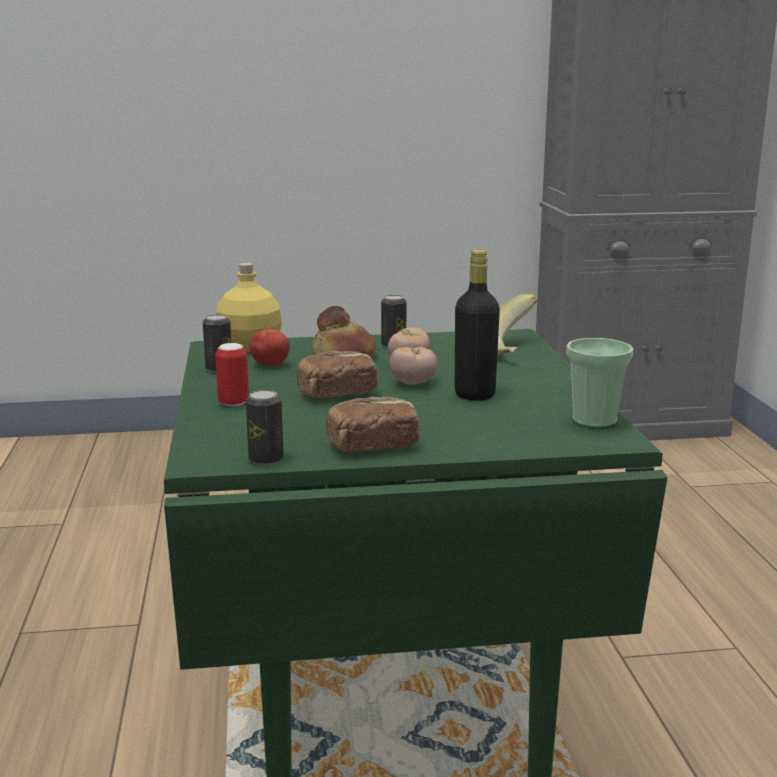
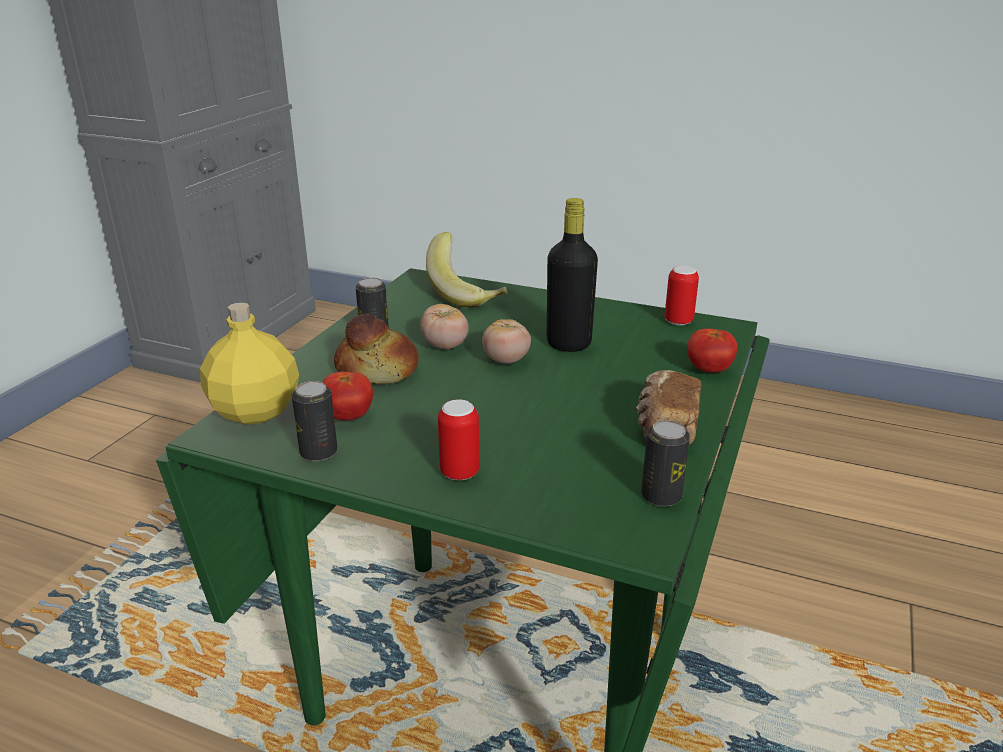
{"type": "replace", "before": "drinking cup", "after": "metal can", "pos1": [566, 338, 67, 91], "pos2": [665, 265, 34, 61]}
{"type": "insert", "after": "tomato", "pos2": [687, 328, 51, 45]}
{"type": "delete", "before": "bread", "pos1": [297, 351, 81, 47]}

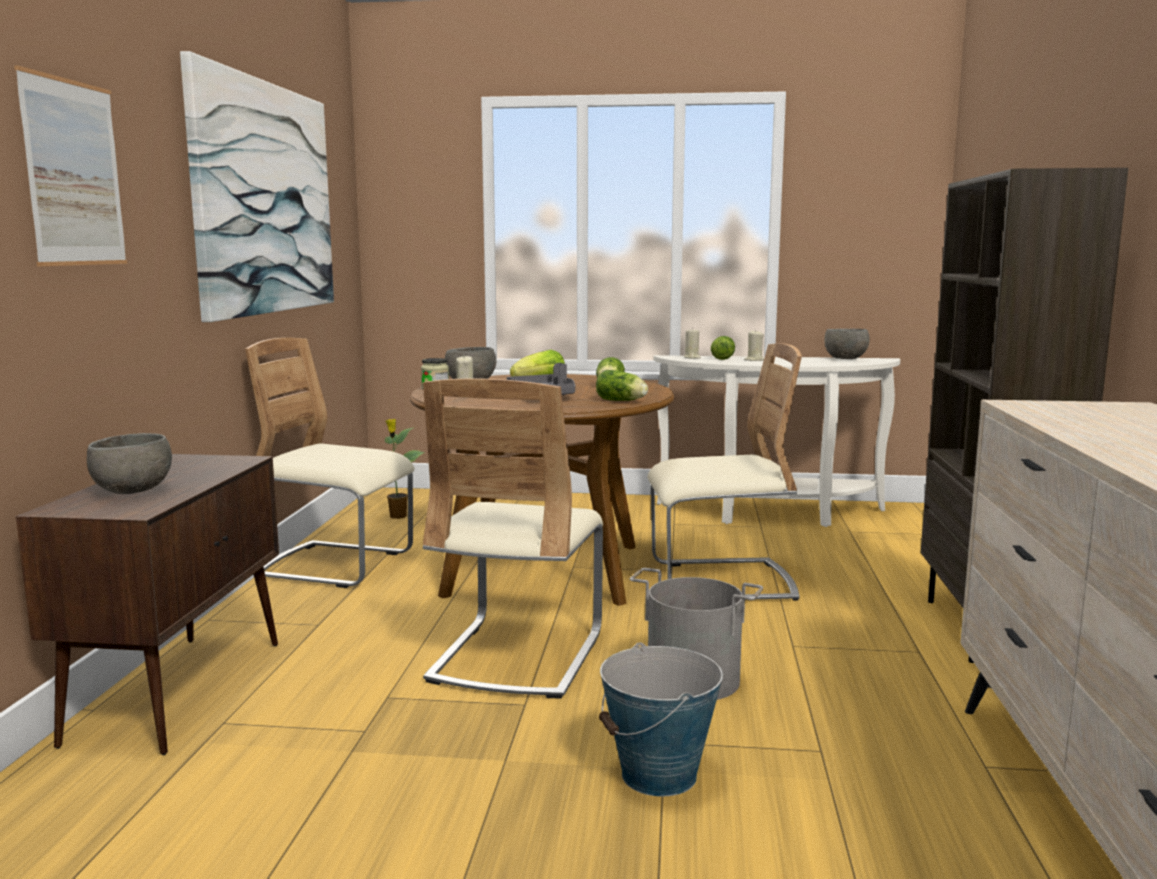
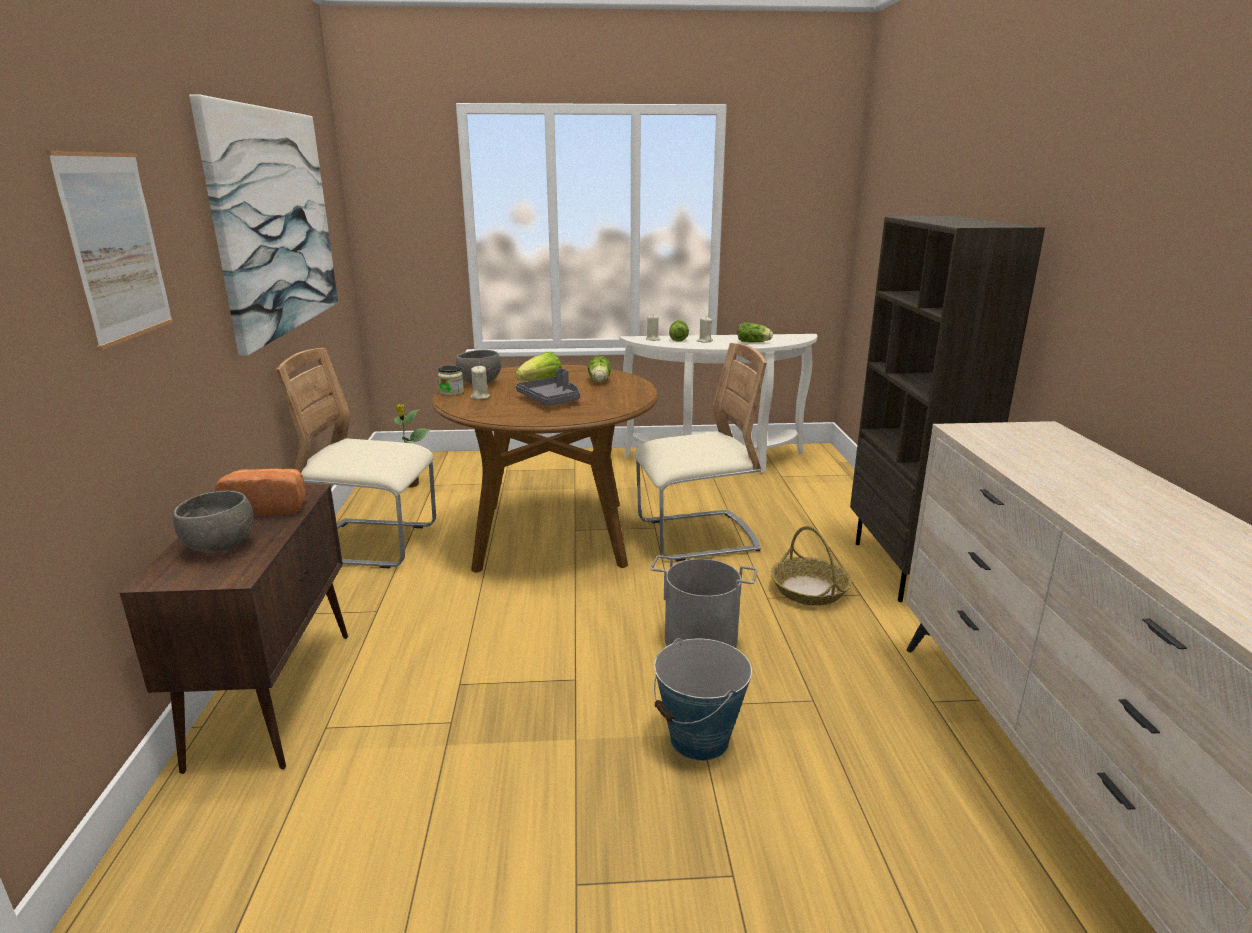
{"type": "insert", "after": "bread", "pos2": [215, 469, 91, 47]}
{"type": "move", "before": "head of lettuce", "pos1": [596, 370, 52, 31], "pos2": [738, 322, 35, 20]}
{"type": "insert", "after": "household basket", "pos2": [771, 526, 81, 80]}
{"type": "delete", "before": "sand-coloured upright chair", "pos1": [423, 378, 180, 321]}
{"type": "delete", "before": "gray bowl", "pos1": [824, 329, 46, 30]}

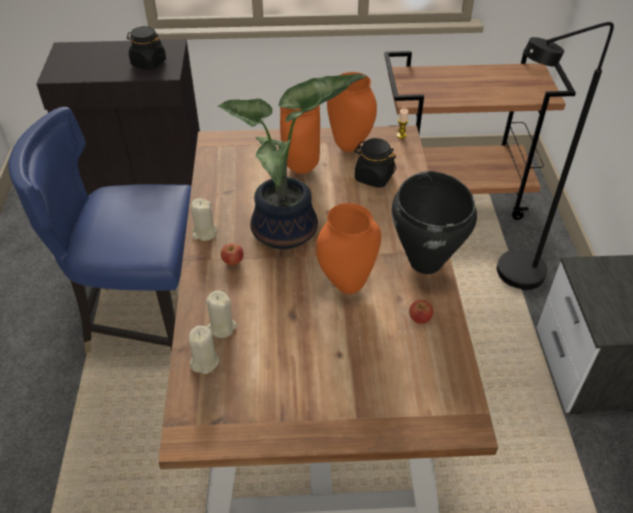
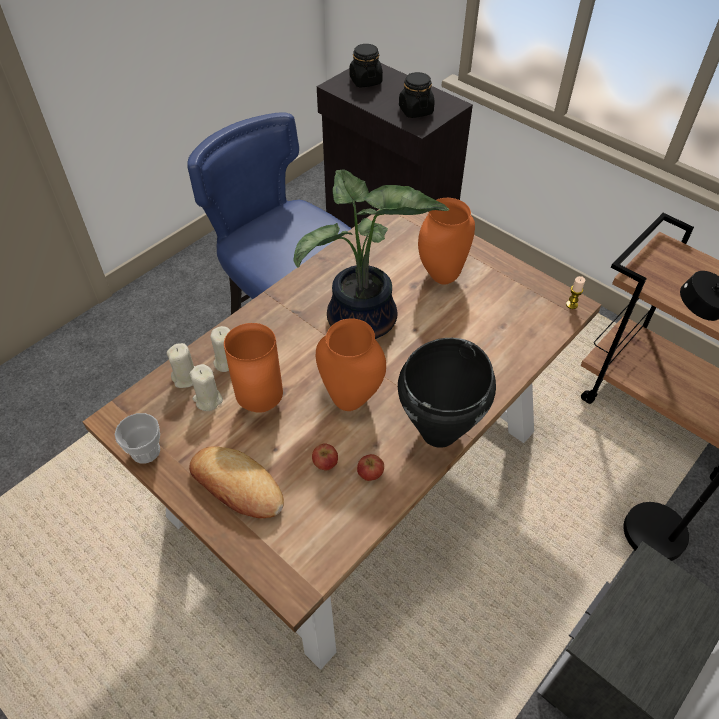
{"type": "insert", "after": "drinking cup", "pos2": [115, 413, 45, 51]}
{"type": "insert", "after": "bread", "pos2": [189, 446, 95, 72]}
{"type": "move", "before": "sand-coloured candle", "pos1": [191, 199, 26, 42], "pos2": [190, 364, 33, 47]}
{"type": "move", "before": "orange flower vase", "pos1": [327, 72, 50, 80], "pos2": [224, 323, 59, 90]}
{"type": "move", "before": "whole apple", "pos1": [221, 243, 22, 23], "pos2": [312, 443, 26, 27]}
{"type": "move", "before": "black jar", "pos1": [354, 138, 42, 50], "pos2": [350, 44, 33, 44]}

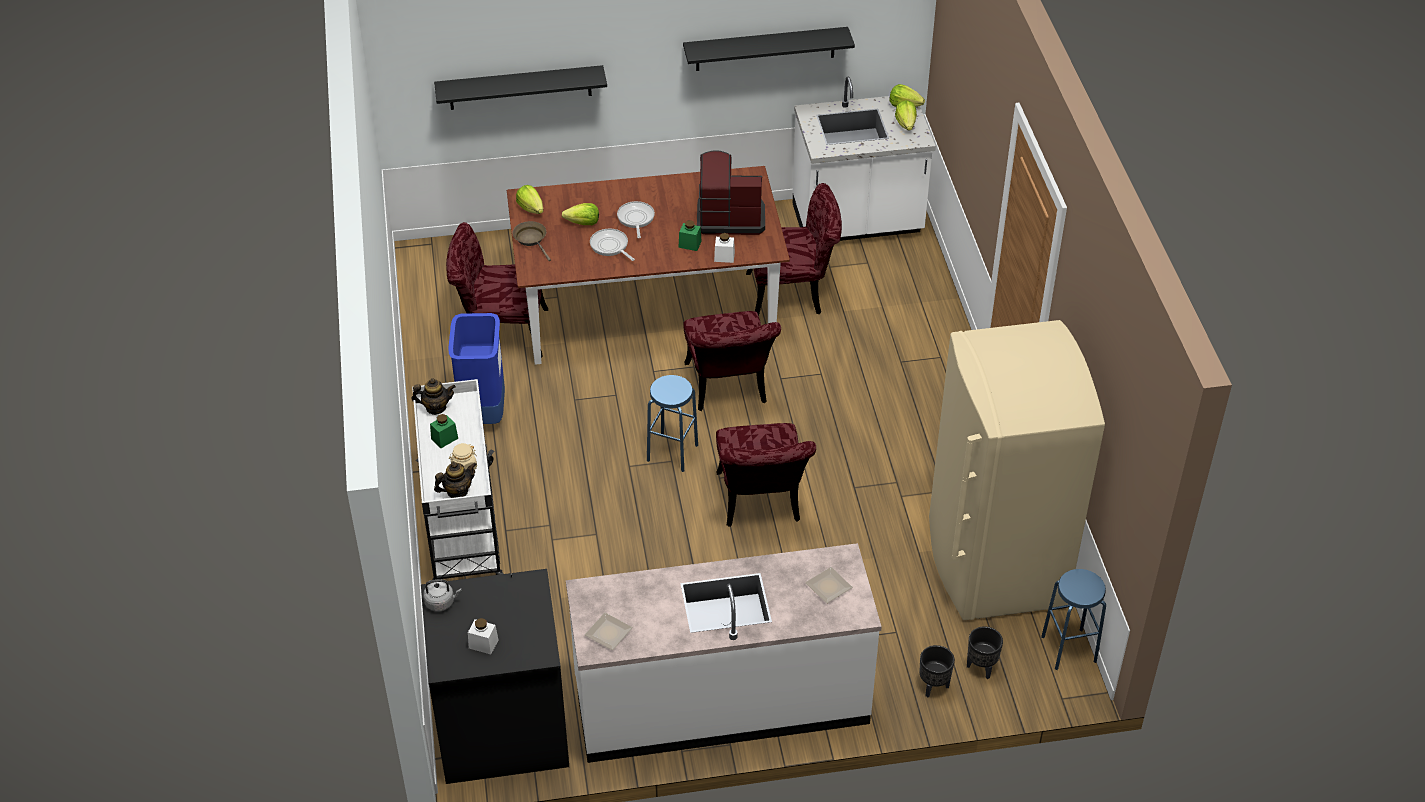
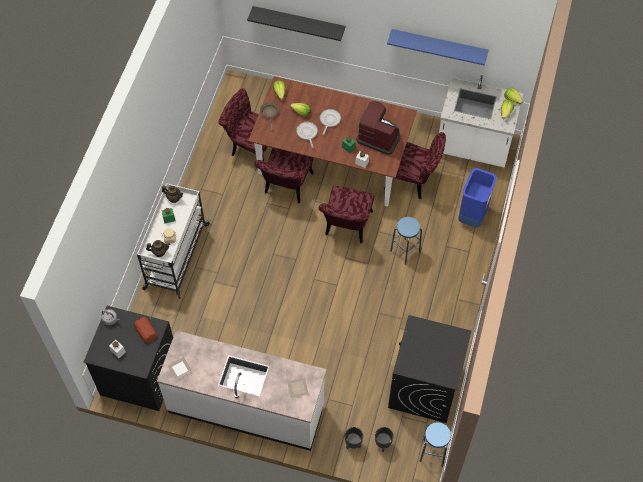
{"type": "insert", "after": "bread", "pos2": [134, 317, 23, 26]}
{"type": "move", "before": "red upright chair", "pos1": [716, 423, 100, 104], "pos2": [255, 148, 59, 55]}
{"type": "recolor", "before": "black wall shelf", "after": "blue wall shelf", "pos1": [683, 27, 172, 44], "pos2": [387, 29, 101, 36]}
{"type": "replace", "before": "sand-coloured refrigerator", "after": "black washing machine", "pos1": [929, 320, 176, 300], "pos2": [388, 315, 84, 108]}
{"type": "move", "before": "blue sitting stool", "pos1": [647, 375, 51, 97], "pos2": [390, 217, 32, 48]}
{"type": "move", "before": "blue rubbish bin", "pos1": [448, 313, 57, 111], "pos2": [458, 168, 39, 60]}

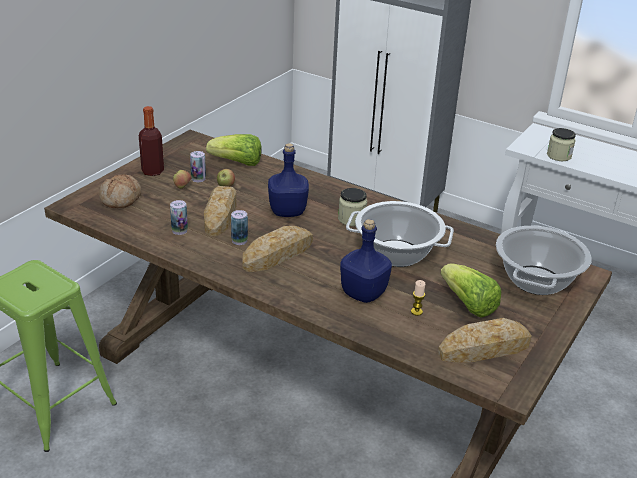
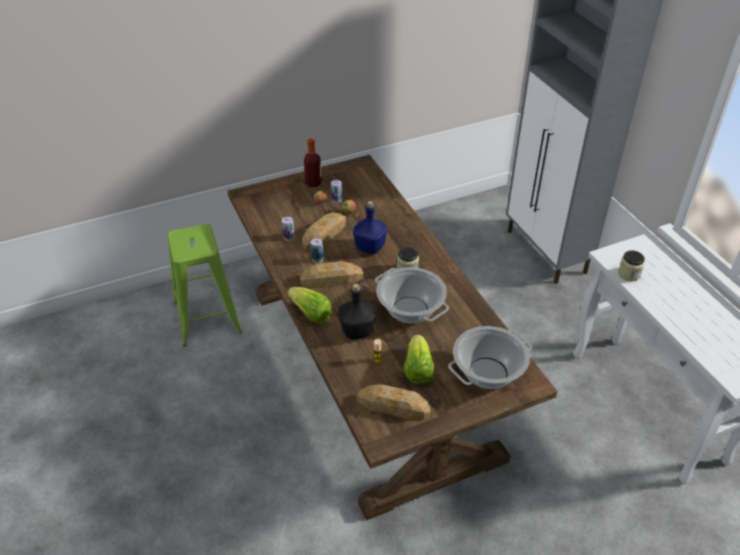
{"type": "move", "before": "head of lettuce", "pos1": [206, 134, 56, 32], "pos2": [287, 287, 45, 36]}
{"type": "recolor", "before": "blue drink bottle", "after": "black drink bottle", "pos1": [340, 219, 52, 84], "pos2": [339, 283, 36, 56]}
{"type": "delete", "before": "bread", "pos1": [99, 174, 43, 34]}

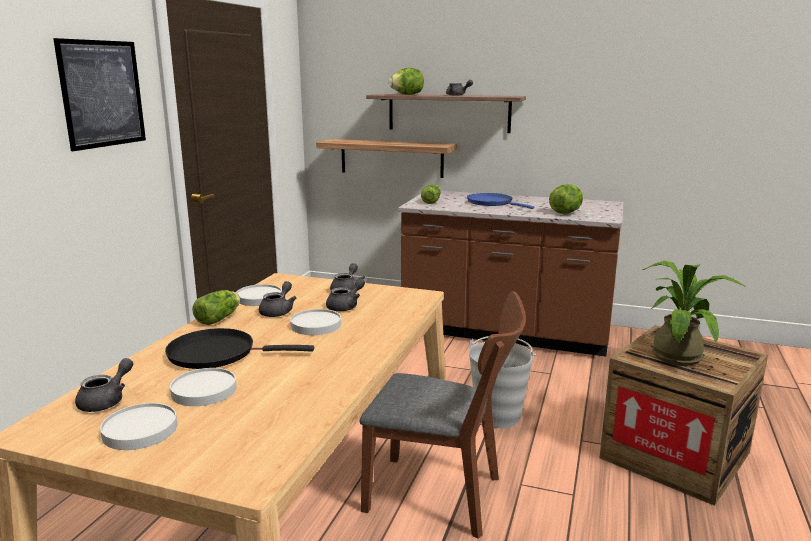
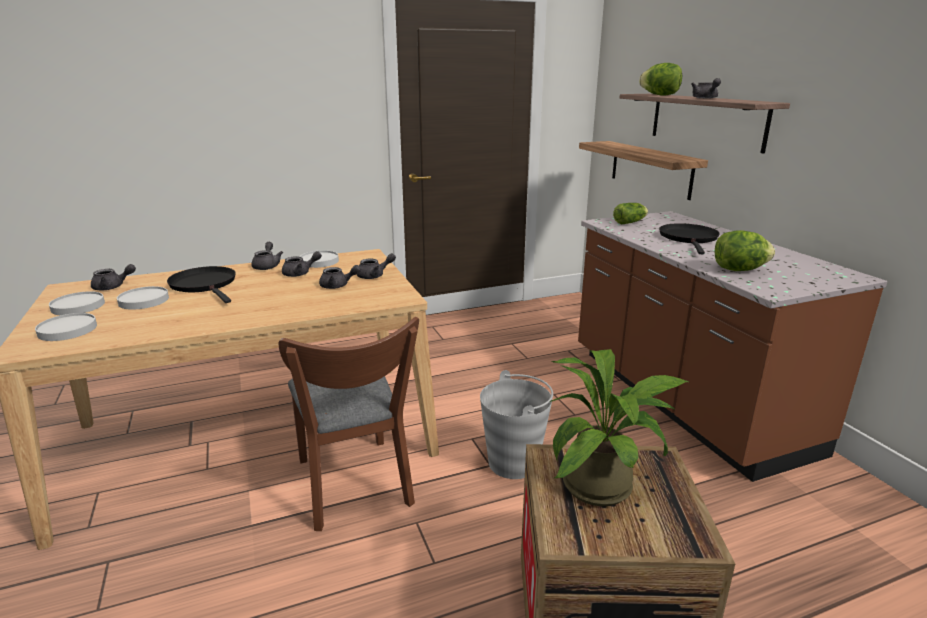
{"type": "move", "before": "whitish dinner plate", "pos1": [290, 309, 51, 26], "pos2": [35, 313, 62, 28]}
{"type": "replace", "before": "head of lettuce", "after": "gray tea pot", "pos1": [192, 290, 48, 35], "pos2": [251, 242, 32, 28]}
{"type": "recolor", "before": "blue frying pan", "after": "black frying pan", "pos1": [467, 193, 67, 16], "pos2": [659, 223, 61, 31]}
{"type": "delete", "before": "wall picture", "pos1": [53, 38, 93, 113]}

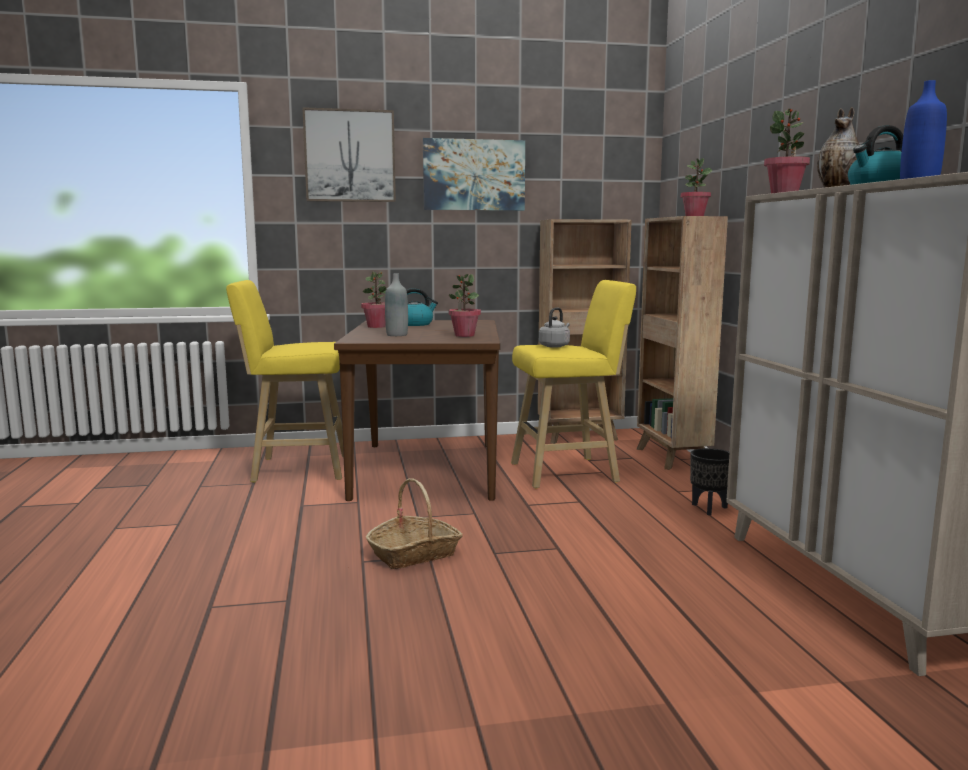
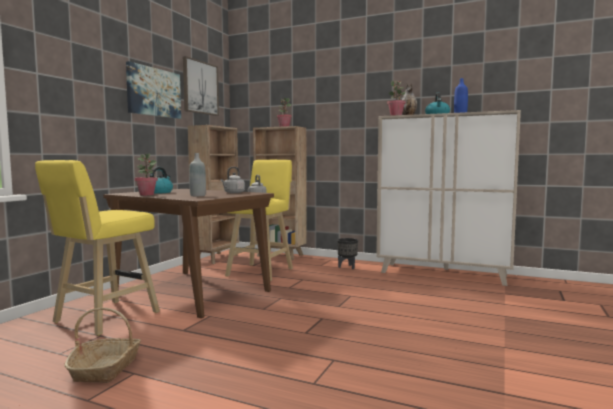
{"type": "move", "before": "household basket", "pos1": [366, 478, 97, 91], "pos2": [65, 308, 76, 75]}
{"type": "move", "before": "wall picture", "pos1": [302, 107, 94, 95], "pos2": [183, 56, 36, 60]}
{"type": "replace", "before": "plant in a pot", "after": "gray tea kettle", "pos1": [448, 274, 33, 63], "pos2": [221, 167, 24, 26]}

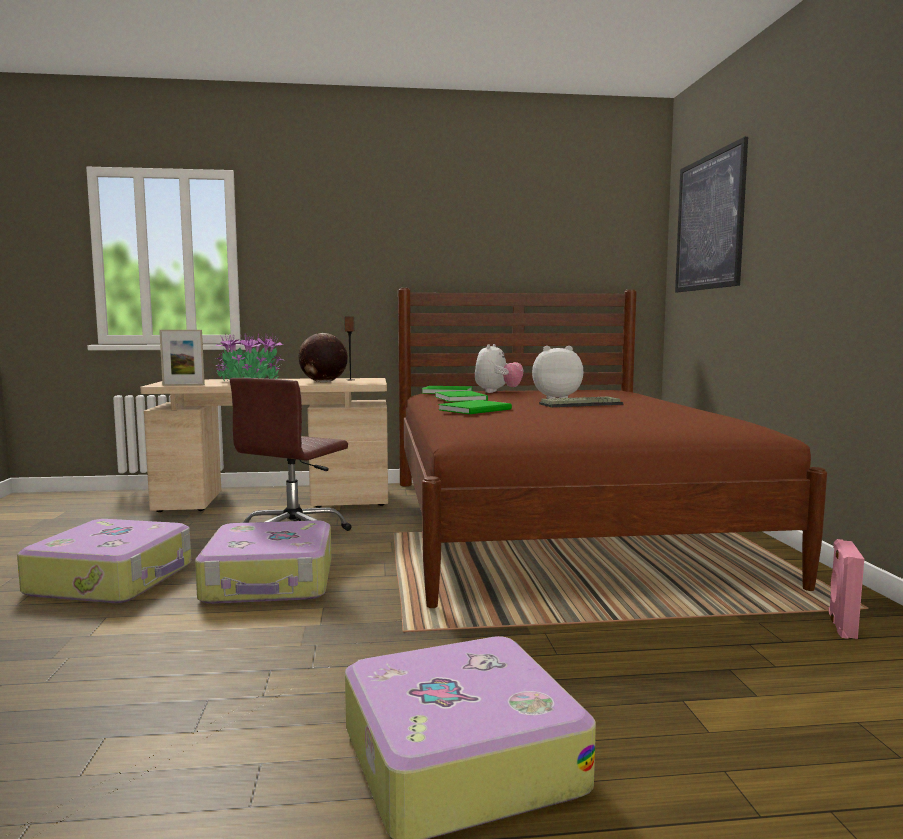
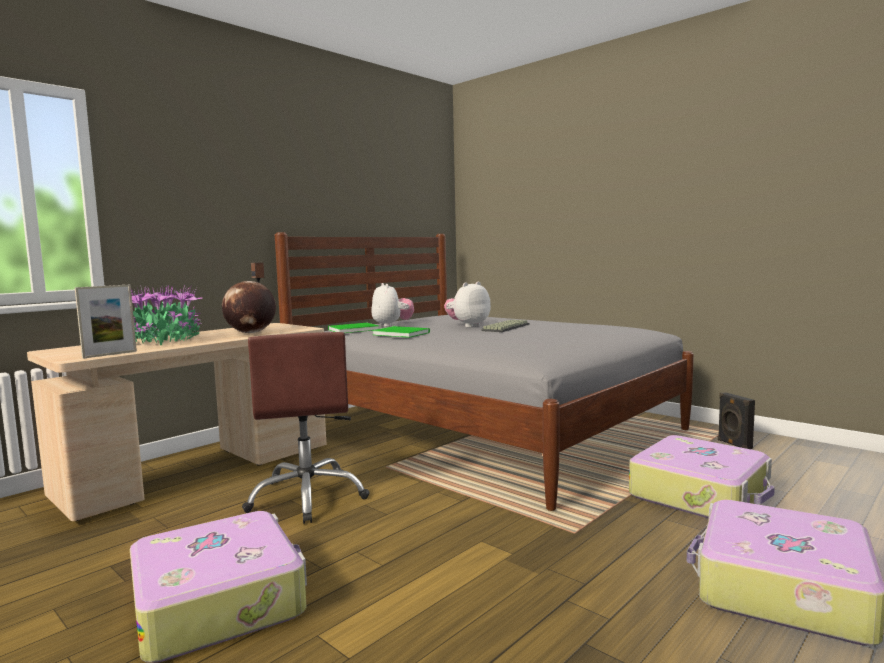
{"type": "recolor", "before": "brown-coloured bedroom bed", "after": "gray bedroom bed", "pos1": [398, 288, 429, 320], "pos2": [275, 232, 419, 279]}
{"type": "move", "before": "travel case", "pos1": [195, 521, 136, 83], "pos2": [629, 435, 146, 83]}
{"type": "recolor", "before": "pinkish loudspeaker", "after": "black loudspeaker", "pos1": [828, 539, 36, 100], "pos2": [718, 392, 37, 57]}
{"type": "delete", "before": "greenish book", "pos1": [438, 400, 74, 14]}
{"type": "delete", "before": "wall picture", "pos1": [675, 137, 73, 155]}

